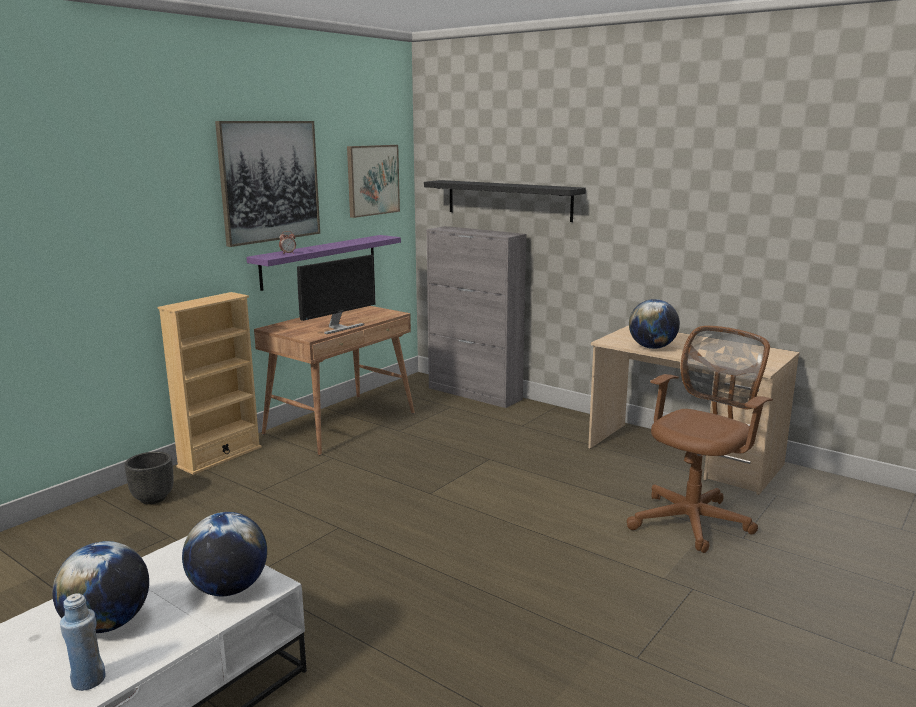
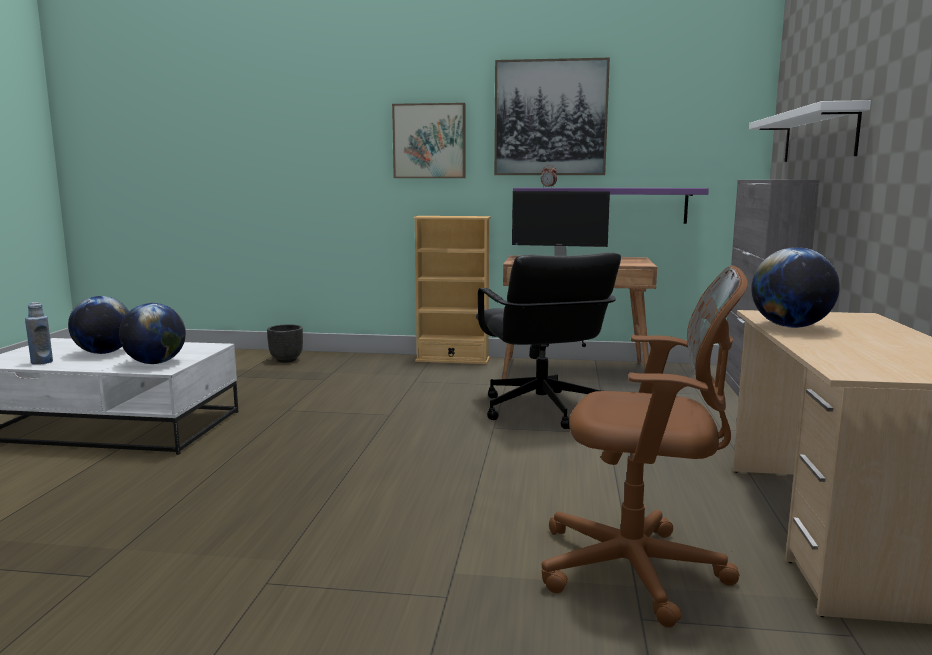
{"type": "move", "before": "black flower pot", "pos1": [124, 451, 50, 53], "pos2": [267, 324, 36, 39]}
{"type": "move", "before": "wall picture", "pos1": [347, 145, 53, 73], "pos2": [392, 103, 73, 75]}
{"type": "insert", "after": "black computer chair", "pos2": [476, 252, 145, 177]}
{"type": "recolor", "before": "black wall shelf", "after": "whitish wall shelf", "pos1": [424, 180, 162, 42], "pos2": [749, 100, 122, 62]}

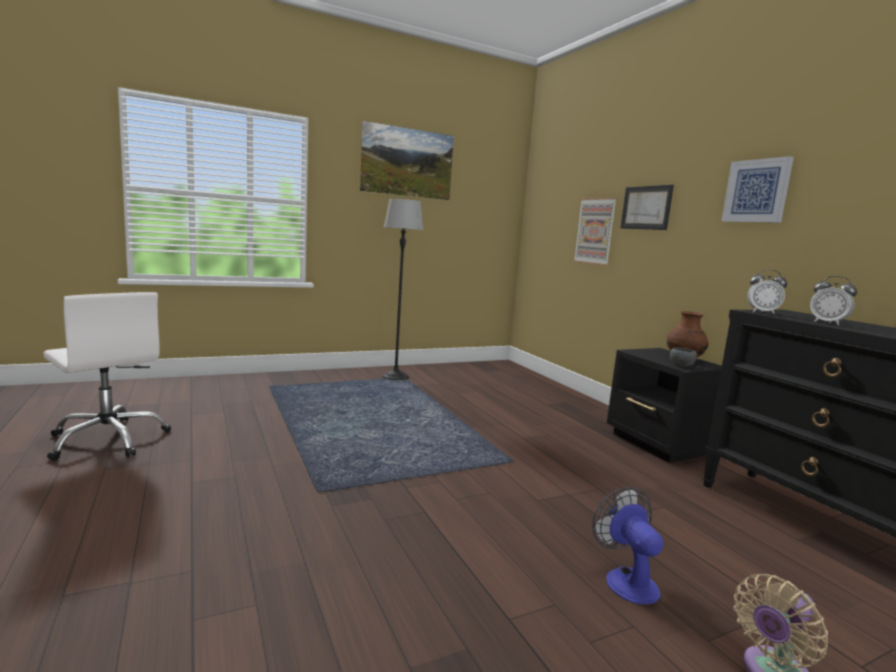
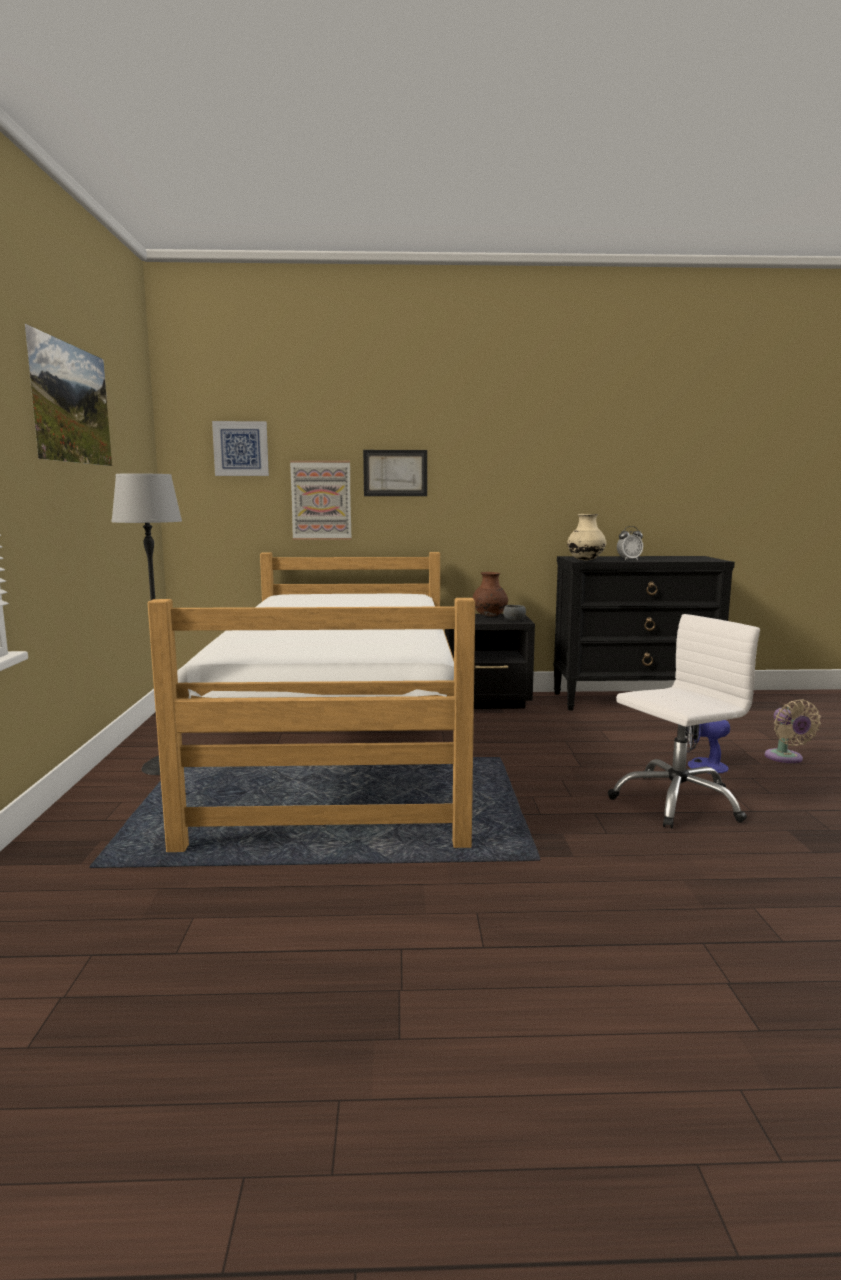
{"type": "insert", "after": "bedroom bed", "pos2": [148, 552, 327, 300]}
{"type": "move", "before": "wall picture", "pos1": [721, 156, 73, 67], "pos2": [212, 421, 57, 55]}
{"type": "replace", "before": "table clock", "after": "sand-coloured flower vase", "pos1": [747, 269, 40, 45], "pos2": [567, 514, 39, 47]}
{"type": "move", "before": "whitish computer chair", "pos1": [43, 292, 129, 169], "pos2": [608, 614, 152, 214]}

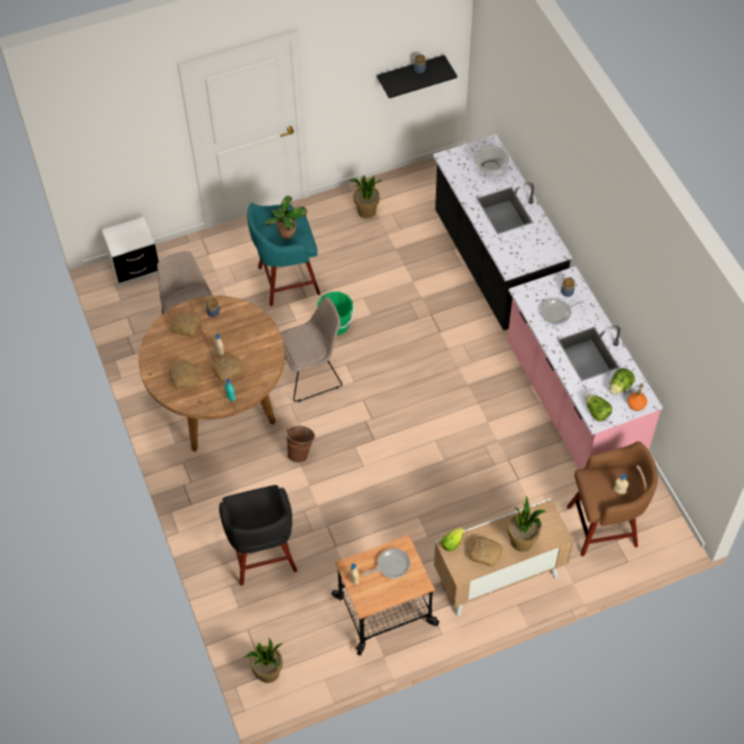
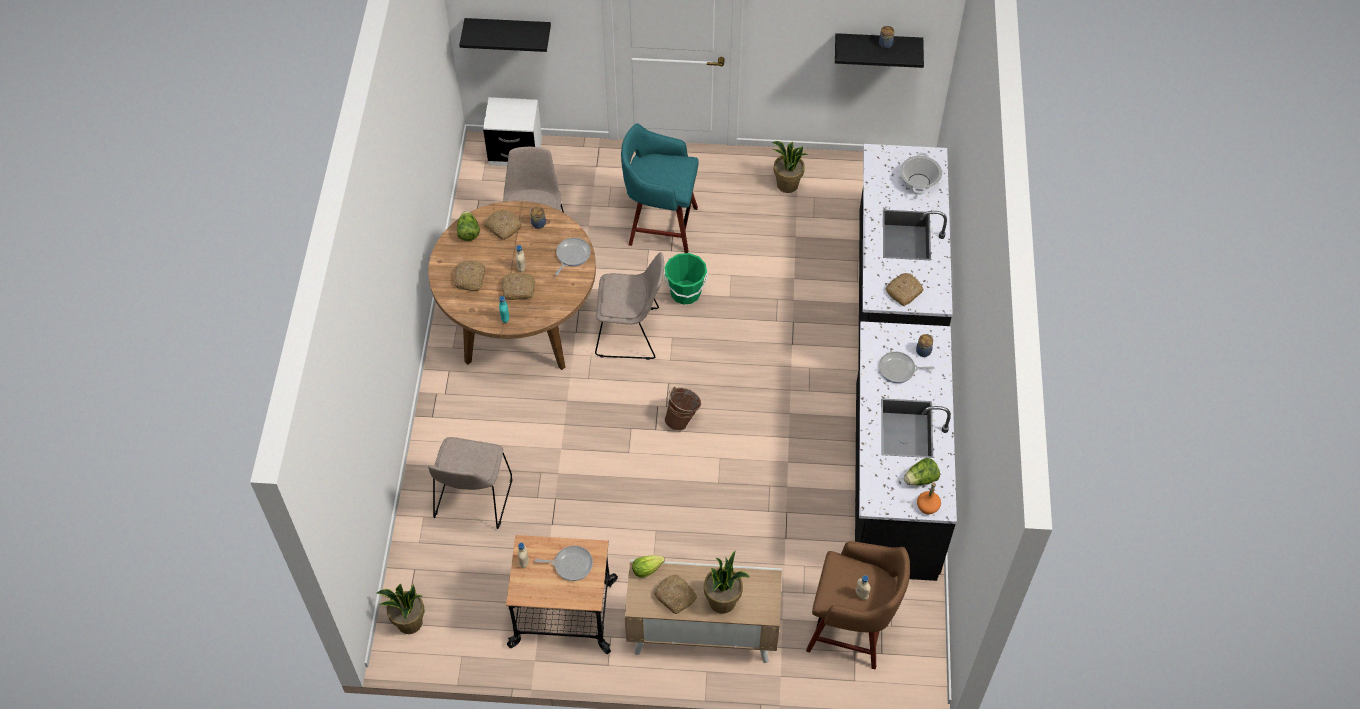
{"type": "replace", "before": "black sitting stool", "after": "sand-coloured upright chair", "pos1": [219, 485, 78, 101], "pos2": [428, 437, 84, 92]}
{"type": "move", "before": "head of lettuce", "pos1": [586, 395, 26, 27], "pos2": [457, 211, 23, 30]}
{"type": "insert", "after": "black wall shelf", "pos2": [459, 18, 92, 34]}
{"type": "insert", "after": "frying pan", "pos2": [555, 238, 36, 38]}
{"type": "move", "before": "brown-coloured pail", "pos1": [285, 426, 30, 37], "pos2": [665, 387, 36, 44]}
{"type": "recolor", "before": "pinkish counter", "after": "black counter", "pos1": [507, 266, 155, 203], "pos2": [855, 321, 102, 260]}
{"type": "insert", "after": "bread", "pos2": [885, 273, 38, 33]}
{"type": "delete", "before": "plant in a pot", "pos1": [264, 196, 43, 43]}

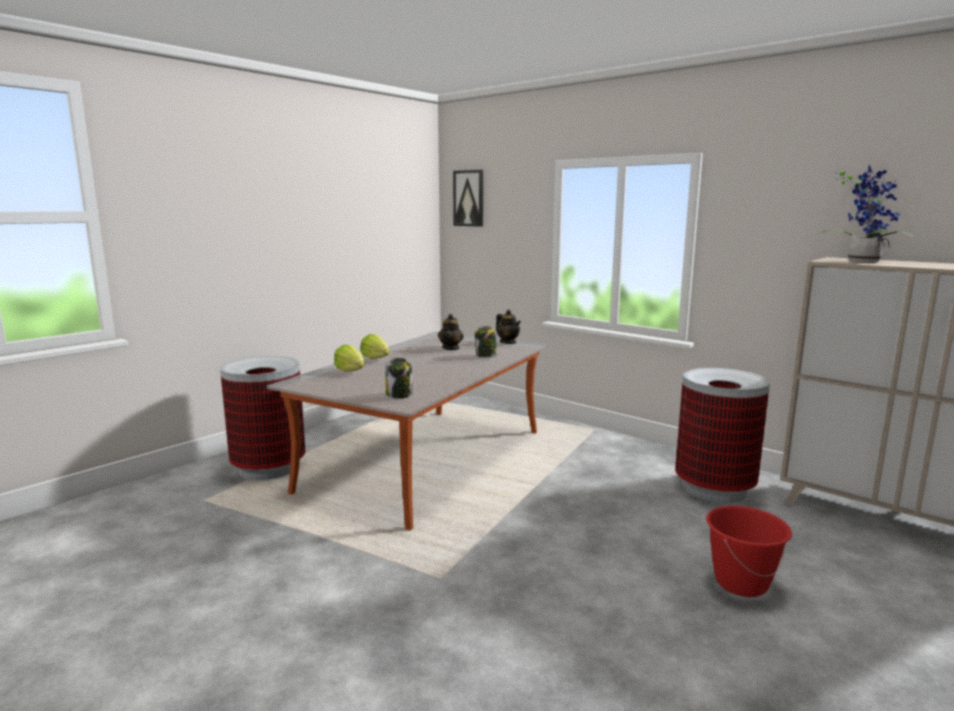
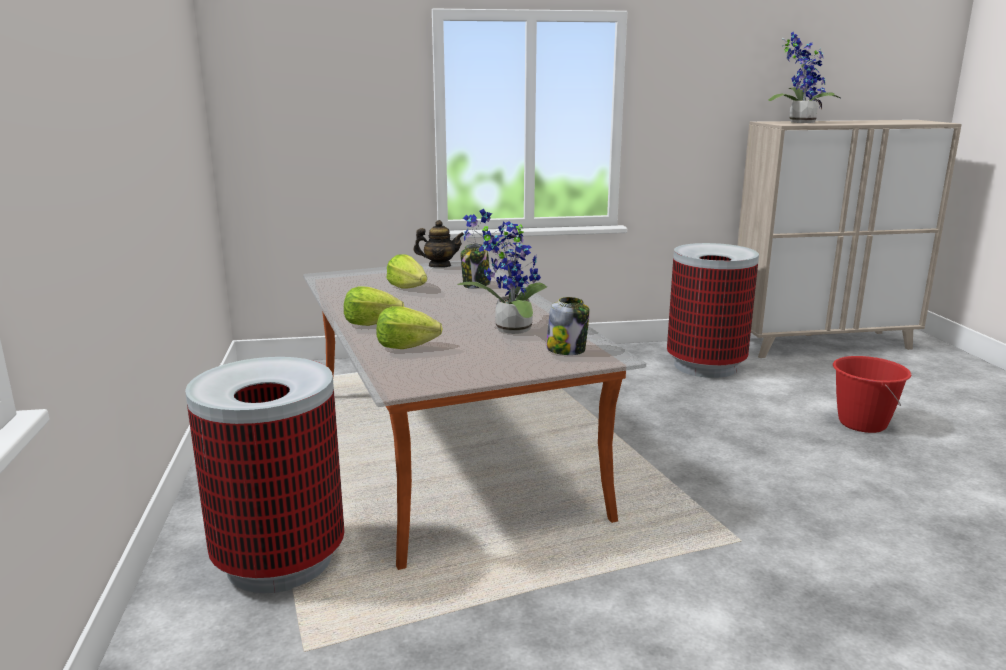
{"type": "replace", "before": "tea pot", "after": "head of lettuce", "pos1": [438, 314, 26, 36], "pos2": [387, 254, 40, 35]}
{"type": "insert", "after": "plant in a pot", "pos2": [457, 209, 90, 125]}
{"type": "delete", "before": "wall picture", "pos1": [453, 170, 30, 57]}

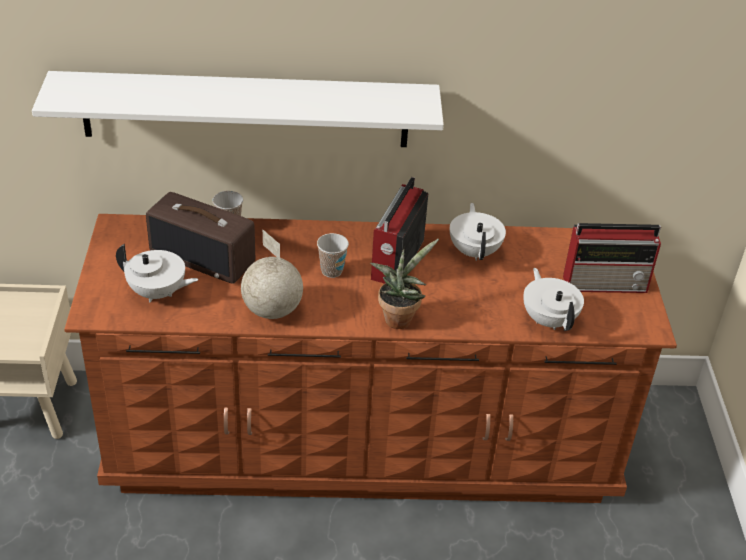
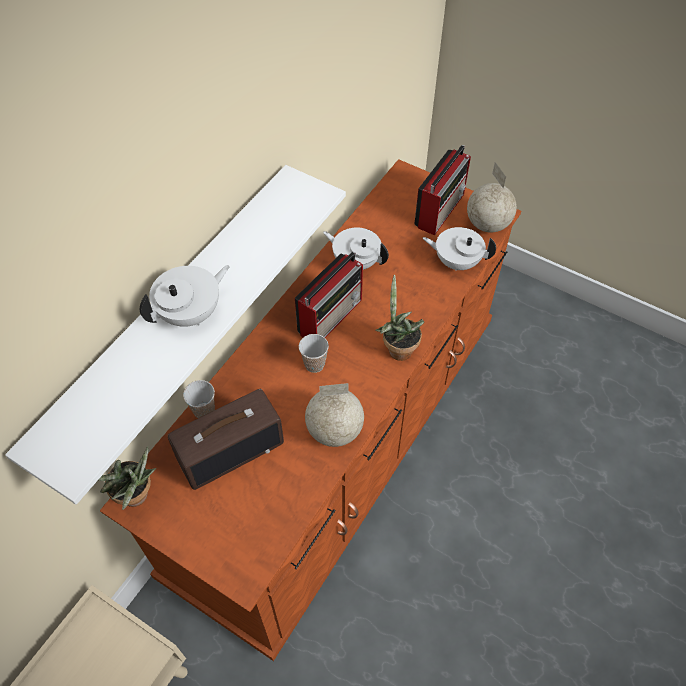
{"type": "insert", "after": "plant in a pot", "pos2": [99, 446, 57, 64]}
{"type": "move", "before": "whitish tea pot", "pos1": [116, 244, 82, 58], "pos2": [140, 265, 89, 62]}
{"type": "rotate", "before": "radio", "pos1": [371, 177, 57, 107], "pos2": [295, 252, 68, 86], "turn": -105}
{"type": "insert", "after": "desk globe", "pos2": [467, 162, 50, 70]}

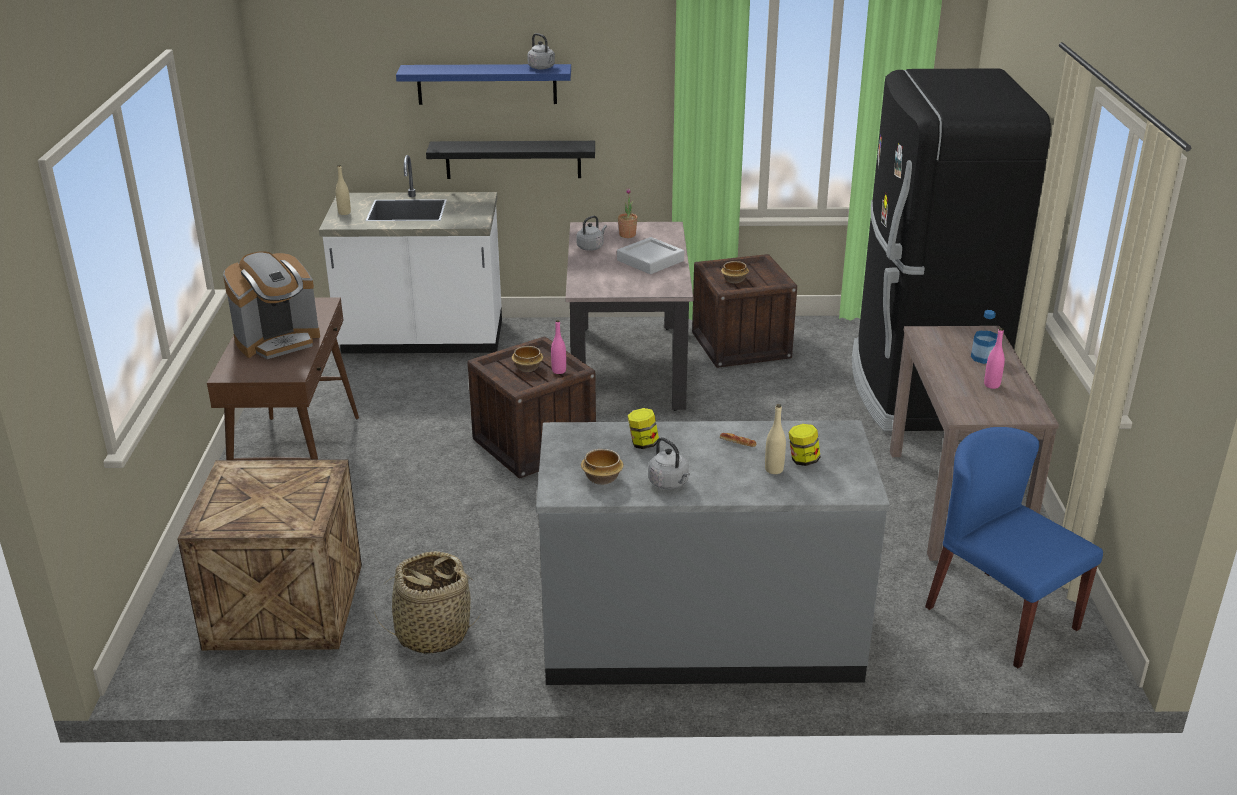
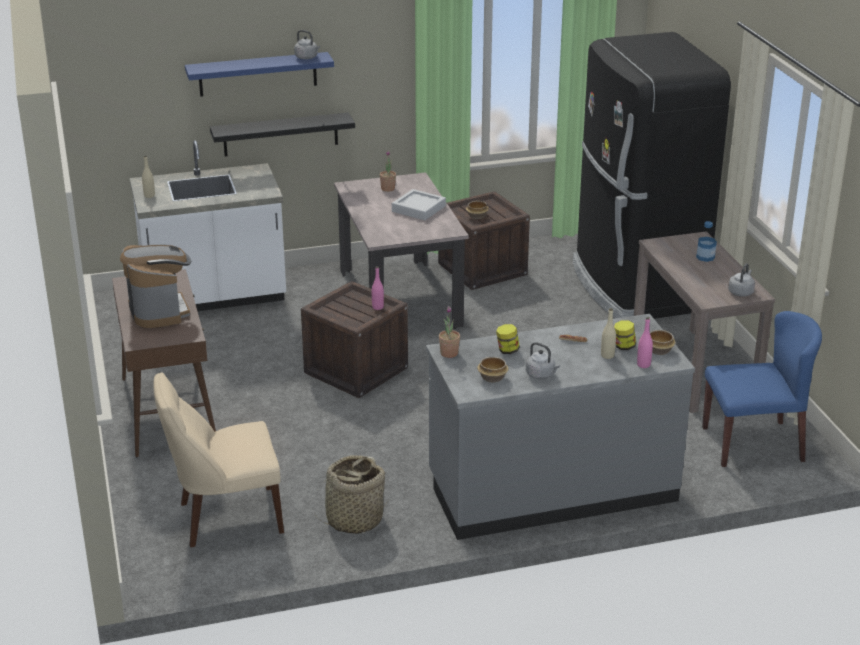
{"type": "rotate", "before": "coffee brewer", "pos1": [223, 251, 97, 108], "pos2": [120, 244, 71, 84], "turn": -60}
{"type": "replace", "before": "shipping crate", "after": "sand-coloured upright chair", "pos1": [177, 459, 185, 191], "pos2": [154, 372, 130, 175]}
{"type": "insert", "after": "plant in a pot", "pos2": [439, 306, 21, 52]}
{"type": "move", "before": "pinkish drink bottle", "pos1": [984, 328, 21, 61], "pos2": [637, 317, 16, 51]}
{"type": "move", "before": "bowl", "pos1": [512, 346, 31, 26], "pos2": [650, 330, 26, 25]}
{"type": "rotate", "before": "blue upright chair", "pos1": [925, 427, 178, 241], "pos2": [702, 311, 120, 156], "turn": 135}
{"type": "move", "before": "gray tea kettle", "pos1": [576, 216, 31, 35], "pos2": [728, 263, 27, 34]}

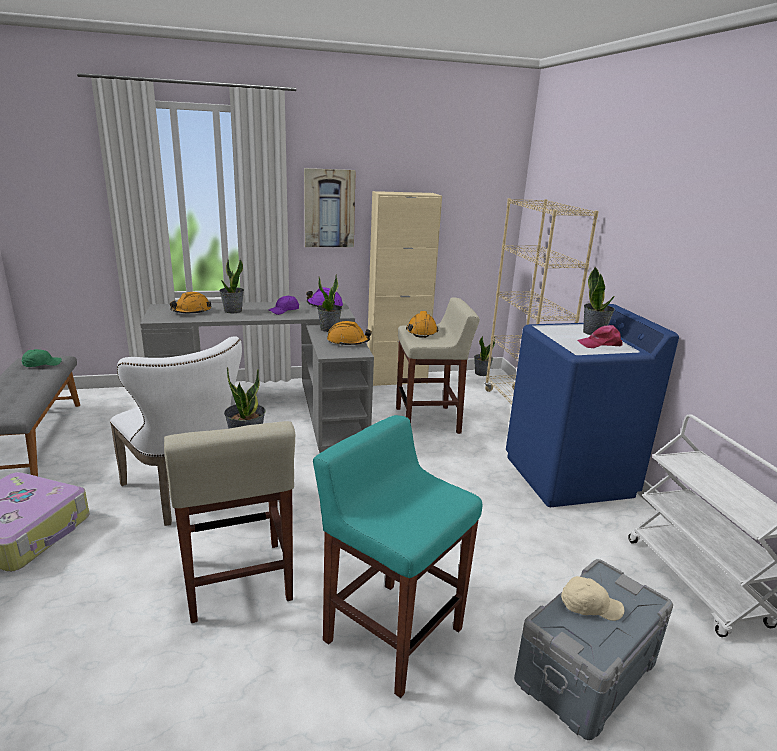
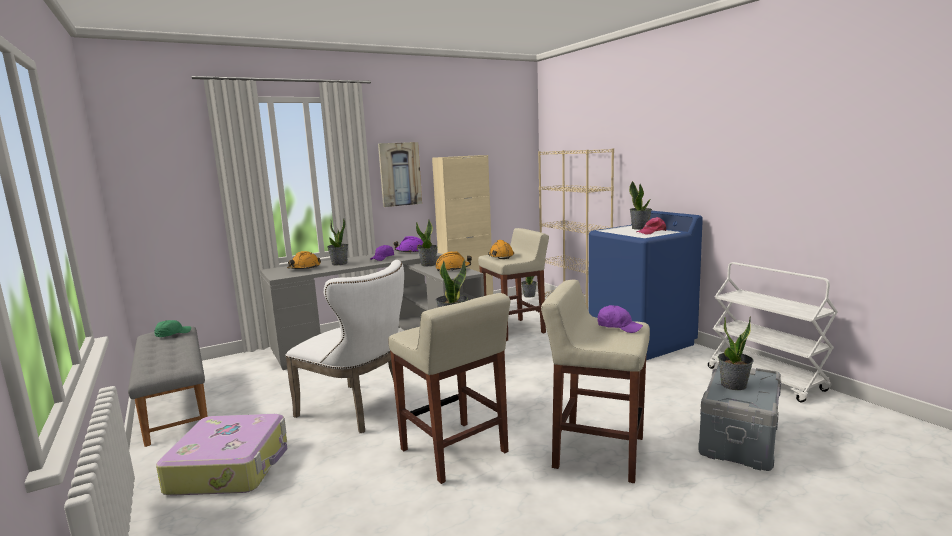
{"type": "recolor", "before": "turquoise sitting stool", "after": "sand-coloured sitting stool", "pos1": [313, 415, 169, 283], "pos2": [541, 280, 109, 203]}
{"type": "insert", "after": "purplish peaked cap", "pos2": [597, 305, 46, 28]}
{"type": "replace", "before": "sand-coloured peaked cap", "after": "plant in a pot", "pos1": [561, 576, 63, 45], "pos2": [718, 316, 36, 74]}

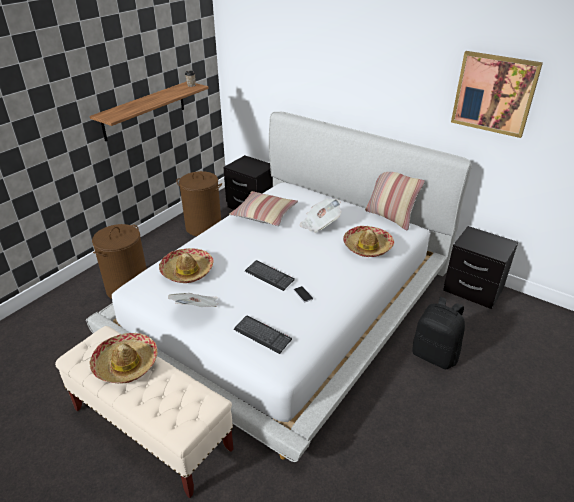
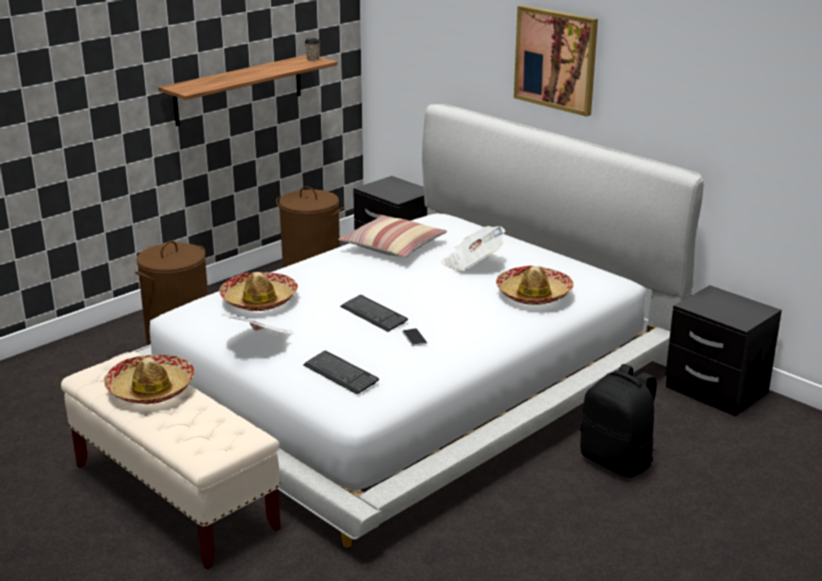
{"type": "move", "before": "wall picture", "pos1": [451, 51, 92, 87], "pos2": [514, 5, 84, 112]}
{"type": "delete", "before": "cushion", "pos1": [365, 172, 60, 59]}

